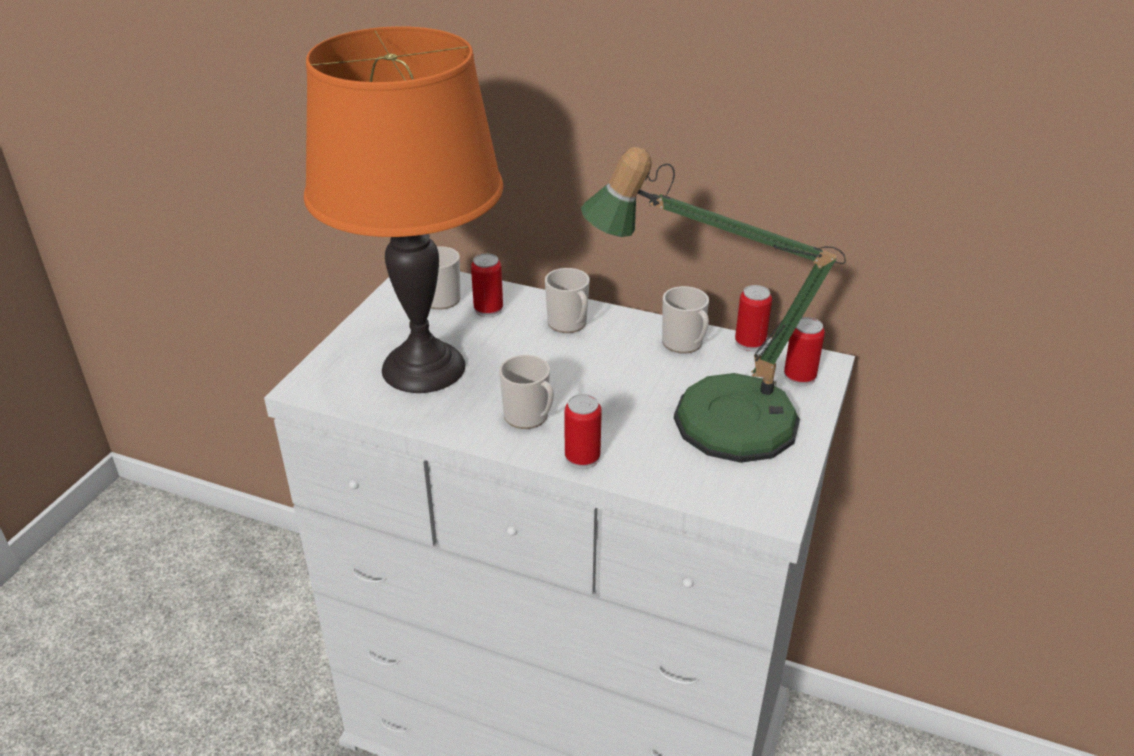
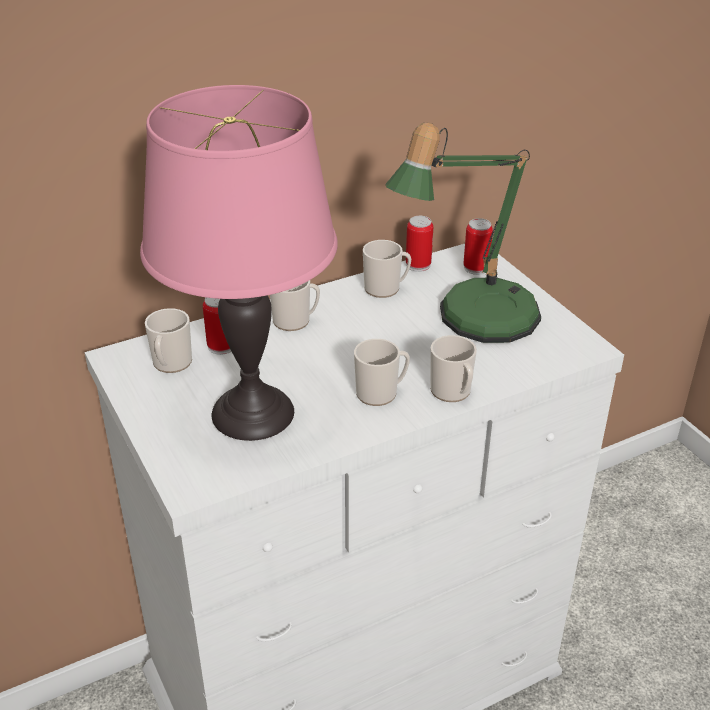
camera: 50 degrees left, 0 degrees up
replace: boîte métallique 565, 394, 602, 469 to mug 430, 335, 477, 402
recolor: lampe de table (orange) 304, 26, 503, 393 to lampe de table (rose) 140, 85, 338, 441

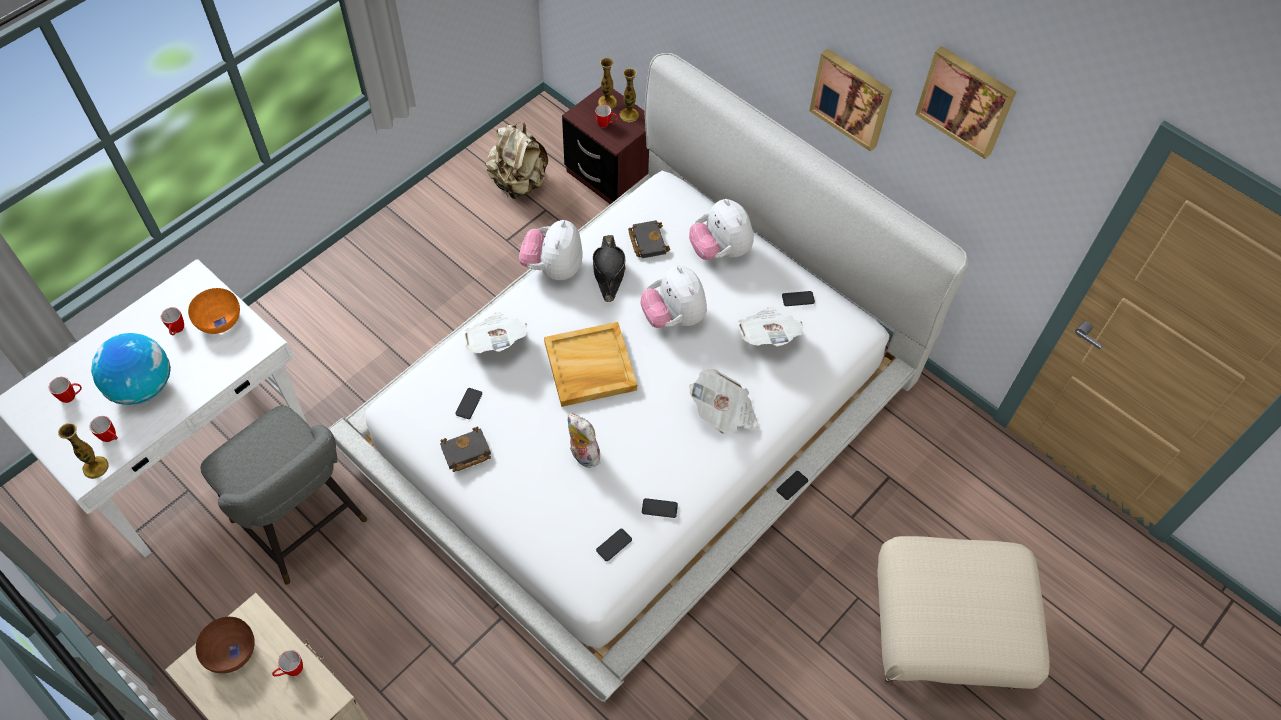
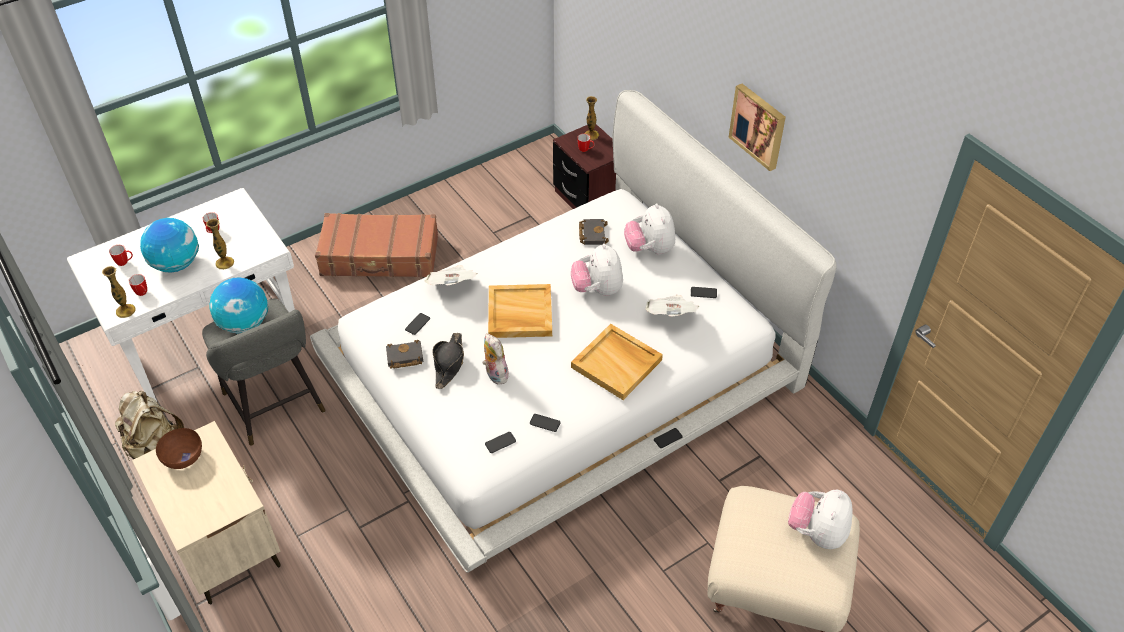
camera: 15 degrees right, 10 degrees down
delete: tableau 915, 46, 1016, 159; bol (orange) 188, 288, 240, 334; mug 272, 650, 303, 677
insert: valise (marron) 315, 213, 438, 277; globe 209, 277, 268, 333
move: vase 619, 68, 639, 122 to 206, 219, 234, 270; sac à dos (beige) 485, 122, 548, 199 to 115, 391, 184, 460; peluche 519, 220, 583, 280 to 788, 490, 853, 549; chapeau (noir) 593, 235, 626, 302 to 432, 333, 464, 389
replace: journal 689, 369, 758, 434 to plateau (beige) 571, 324, 663, 400

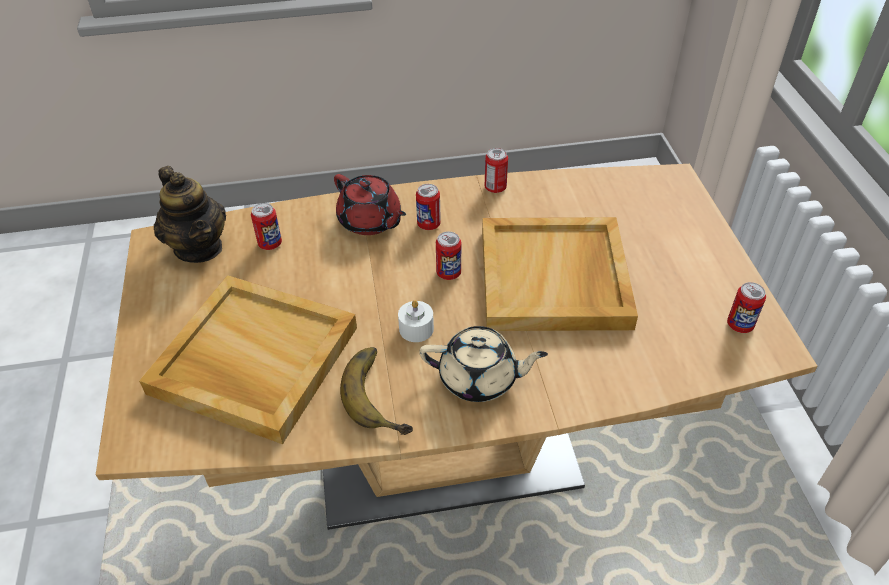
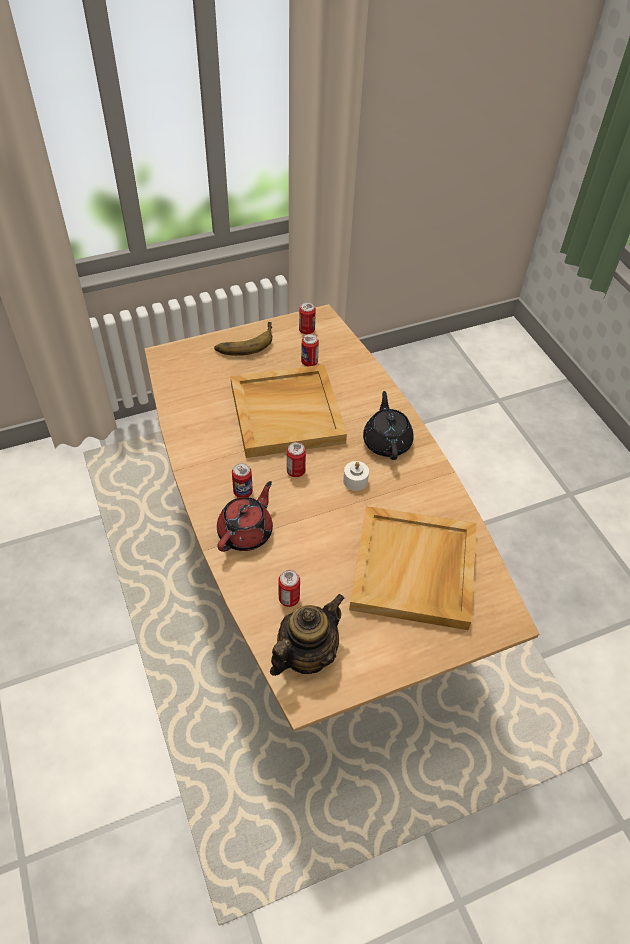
camera: 105 degrees left, 5 degrees up
move: boîte métallique 485, 148, 508, 193 to 301, 334, 319, 366; banane 340, 347, 413, 435 to 214, 322, 272, 356
recolor: théière (beige) 419, 326, 548, 402 to théière (noir) 363, 391, 414, 460

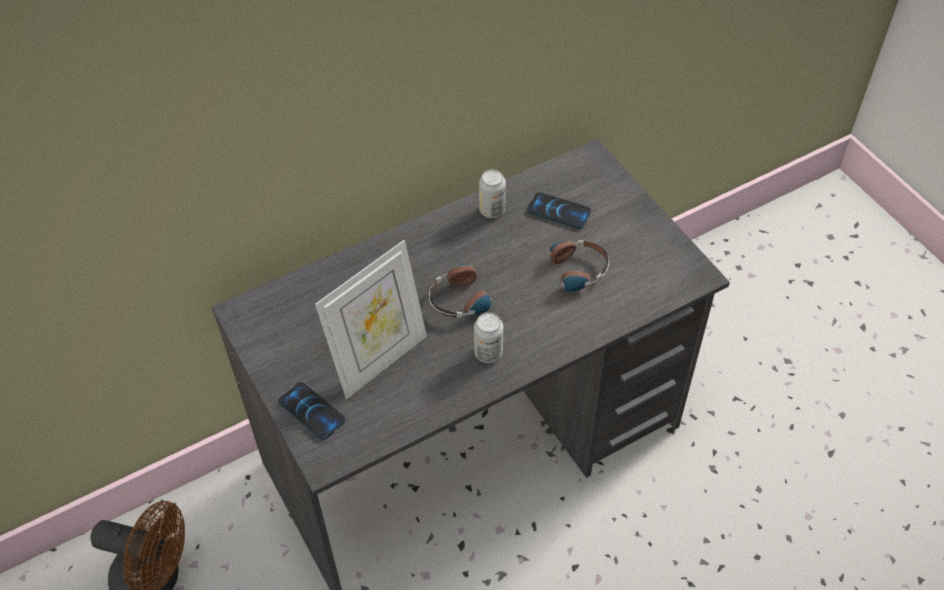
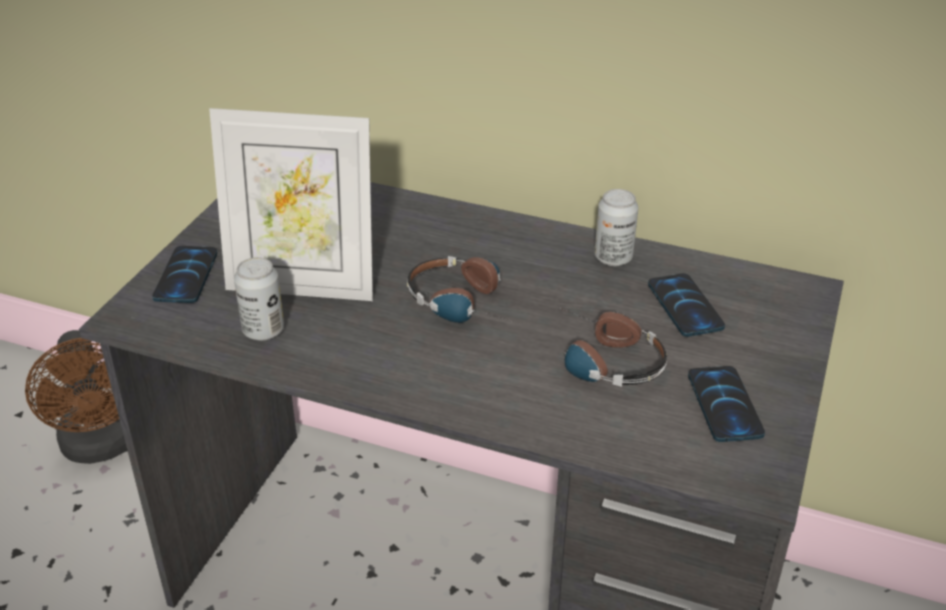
camera: 50 degrees right, 15 degrees down
insert: téléphone 688, 366, 765, 442
move: boîte métallique 474, 313, 503, 363 to 234, 257, 284, 340

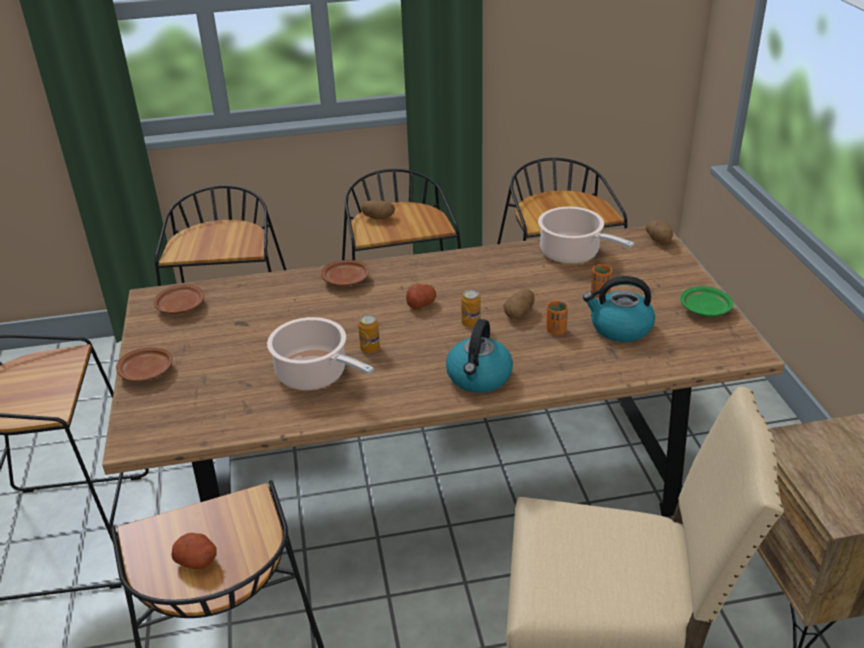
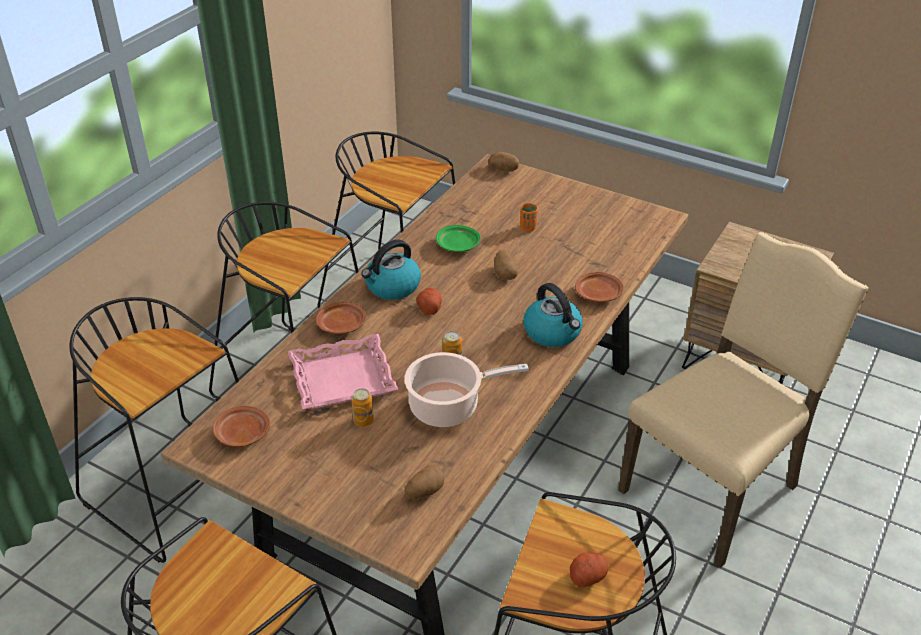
camera: 50 degrees left, 5 degrees up
delete: marmite 538, 207, 634, 264; tasse (orange) 546, 301, 568, 335
insert: plateau (rose) 288, 334, 399, 409
move: pomme de terre 361, 200, 395, 219 to 405, 465, 444, 499; bouilloire 583, 276, 655, 342 to 361, 239, 421, 300; assiette (vert) 680, 286, 733, 317 to 436, 225, 481, 252; boîte métallique 461, 290, 481, 327 to 352, 388, 374, 427; assiette (marron) 116, 347, 172, 381 to 575, 272, 624, 302

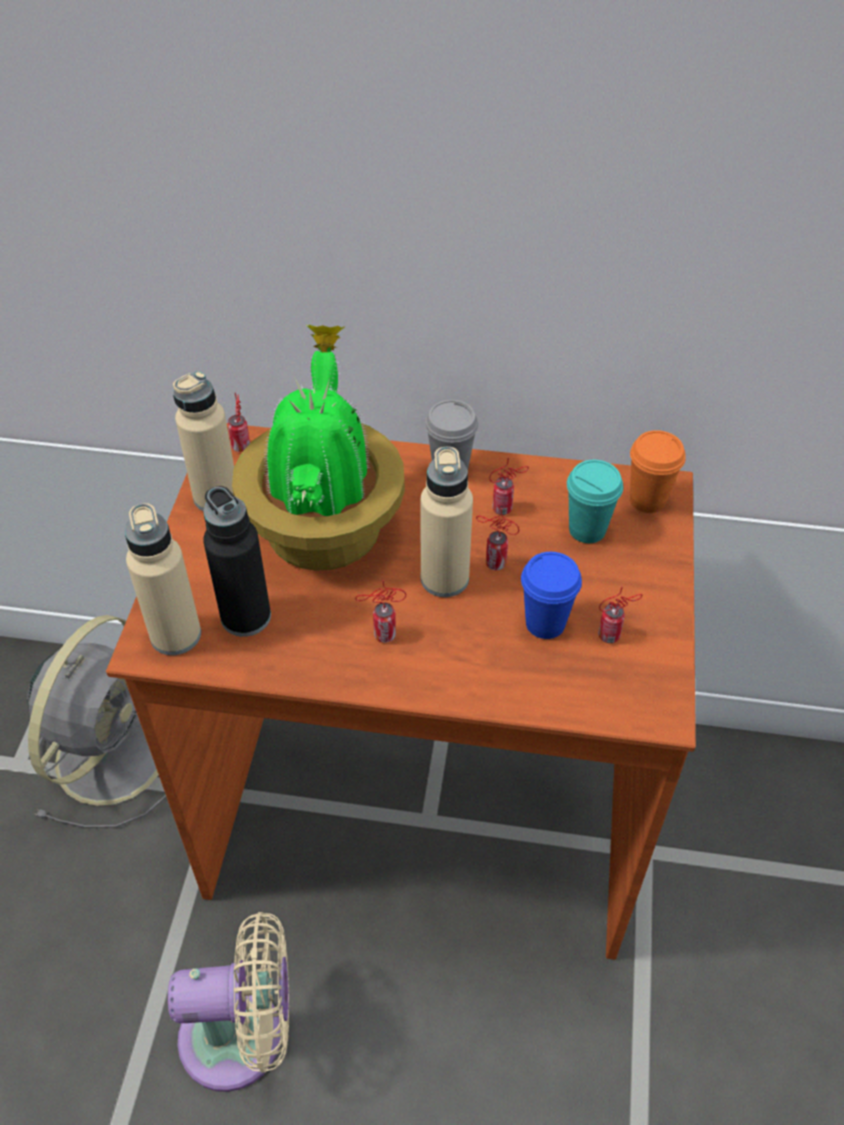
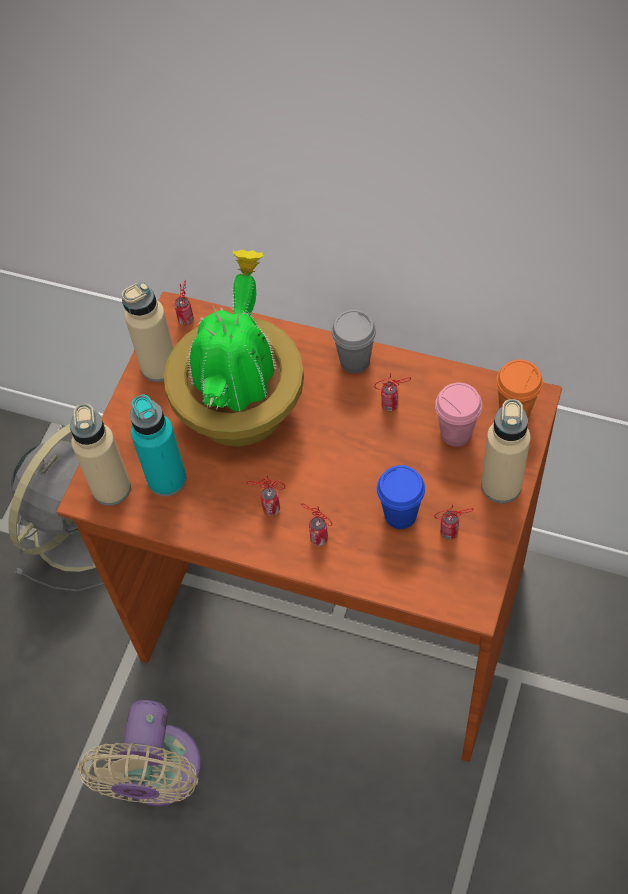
camera: 15 degrees right, 10 degrees up
move: bouteille (beige) 421, 447, 473, 597 to 481, 399, 531, 503; boîte métallique 476, 508, 519, 570 to 301, 503, 332, 546
recolor: tasse (turquoise) 567, 460, 623, 543 to tasse (rose) 435, 383, 482, 447; bouteille (noir) 203, 486, 271, 637 to bouteille (turquoise) 130, 394, 187, 496
rotate: ventilateur (beige) 168, 912, 289, 1092 = 78, 700, 201, 806 90 degrees clockwise

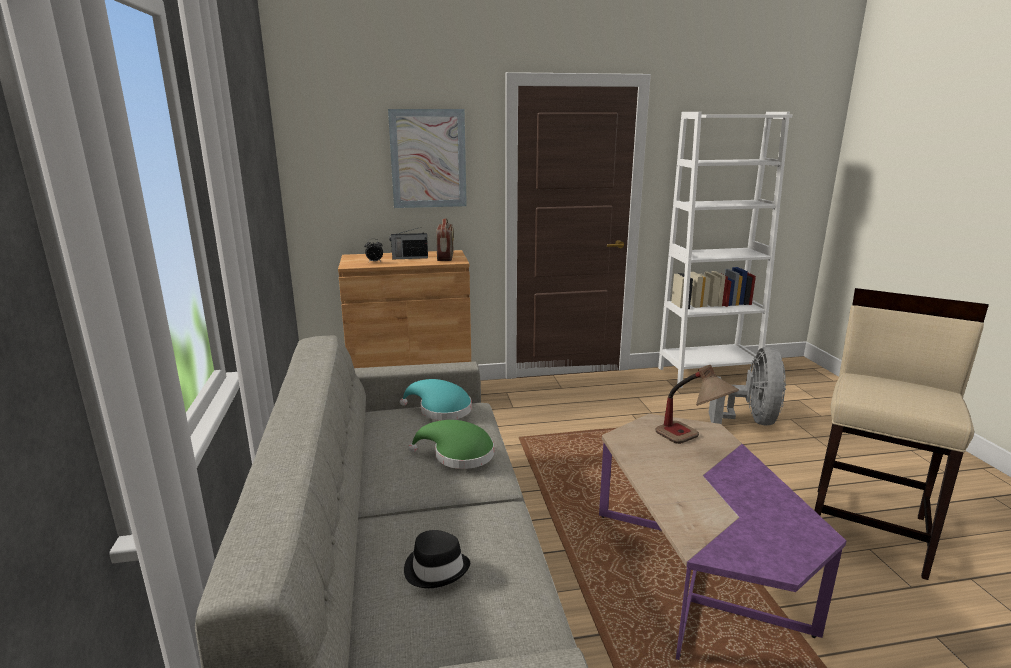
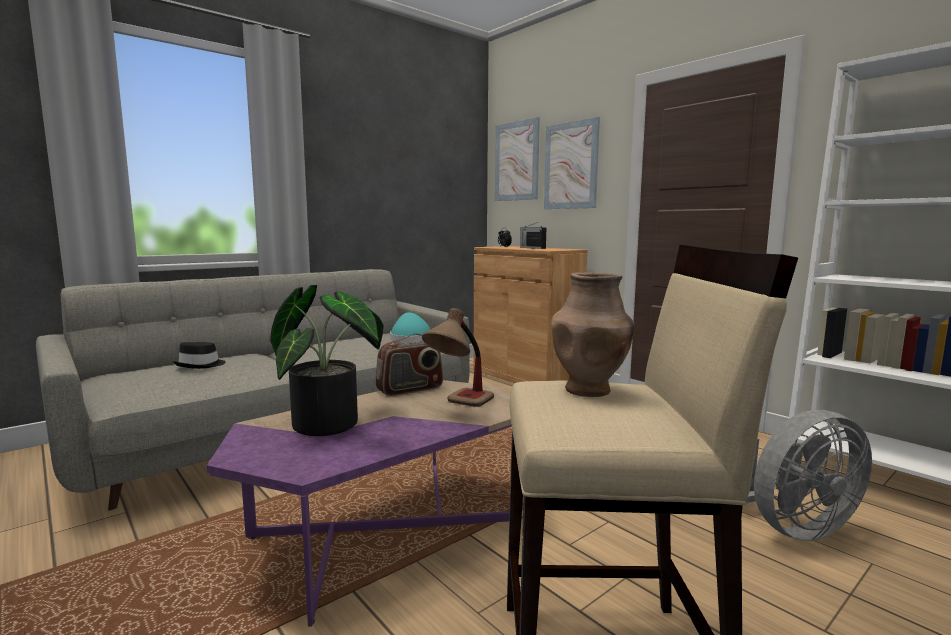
camera: 60 degrees right, 10 degrees down
delete: chapeau (vert) 408, 420, 494, 469
insert: tableau 495, 117, 540, 201; vase (marron) 551, 272, 635, 397; plante en pot 270, 285, 384, 436
move: radio 436, 218, 454, 261 to 376, 333, 443, 396

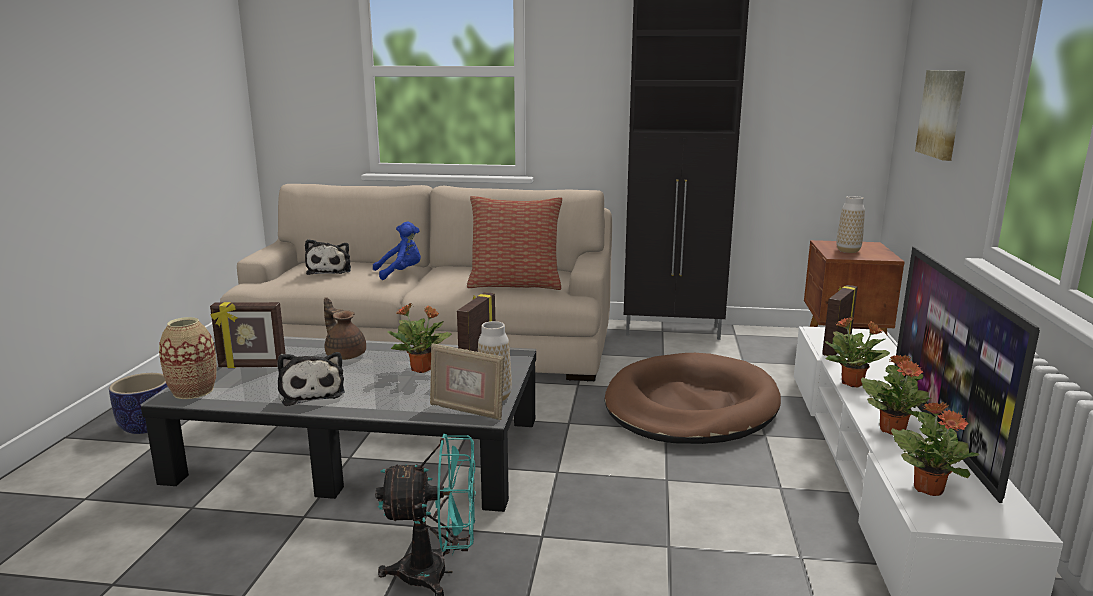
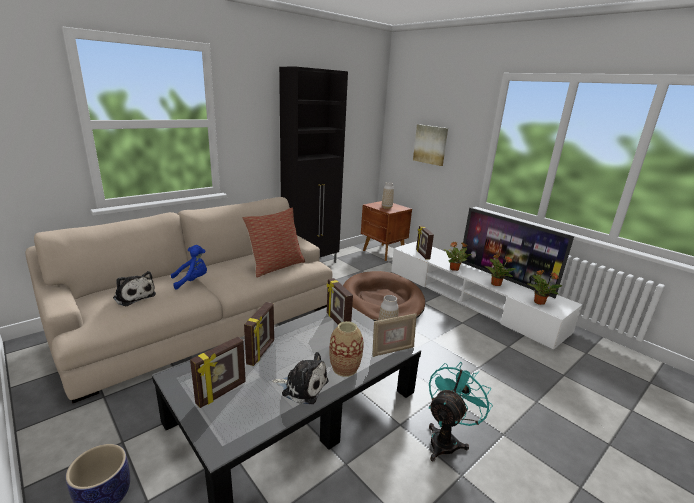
camera: 50 degrees left, 5 degrees up
delete: plante en pot 387, 303, 451, 373
move: vase 159, 317, 217, 399 to 329, 321, 364, 377
replace: théière (marron) 324, 297, 366, 360 to cadre photo 244, 302, 274, 366
rotate: peluche (bleu) 373, 221, 421, 280 = 171, 245, 207, 289 45 degrees clockwise

